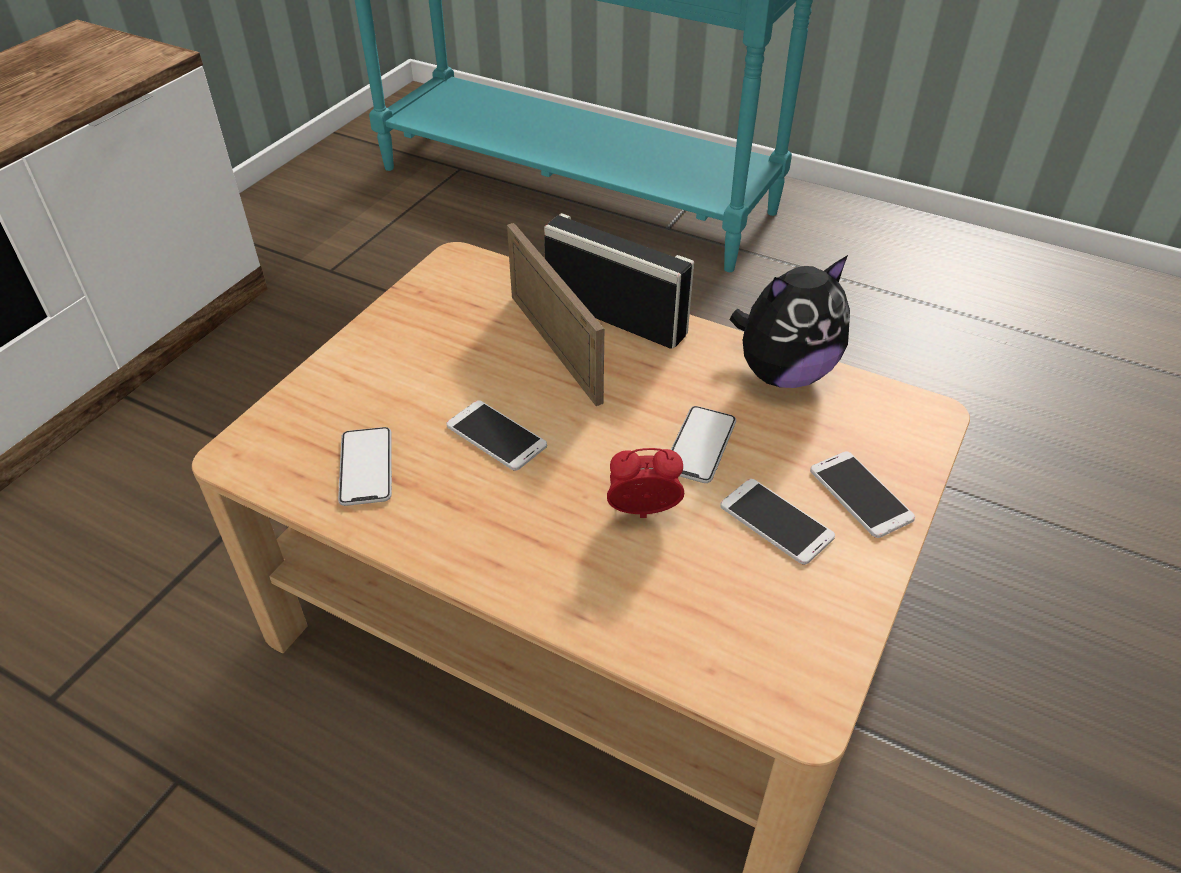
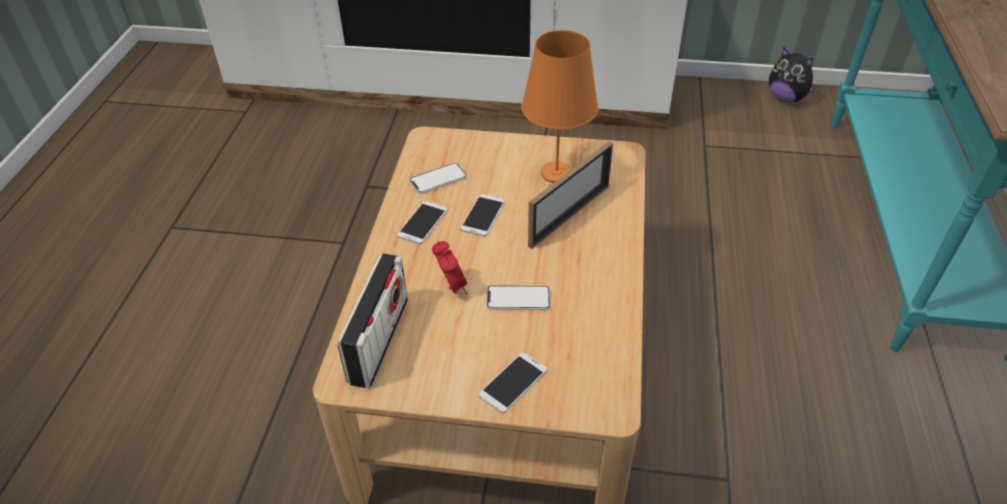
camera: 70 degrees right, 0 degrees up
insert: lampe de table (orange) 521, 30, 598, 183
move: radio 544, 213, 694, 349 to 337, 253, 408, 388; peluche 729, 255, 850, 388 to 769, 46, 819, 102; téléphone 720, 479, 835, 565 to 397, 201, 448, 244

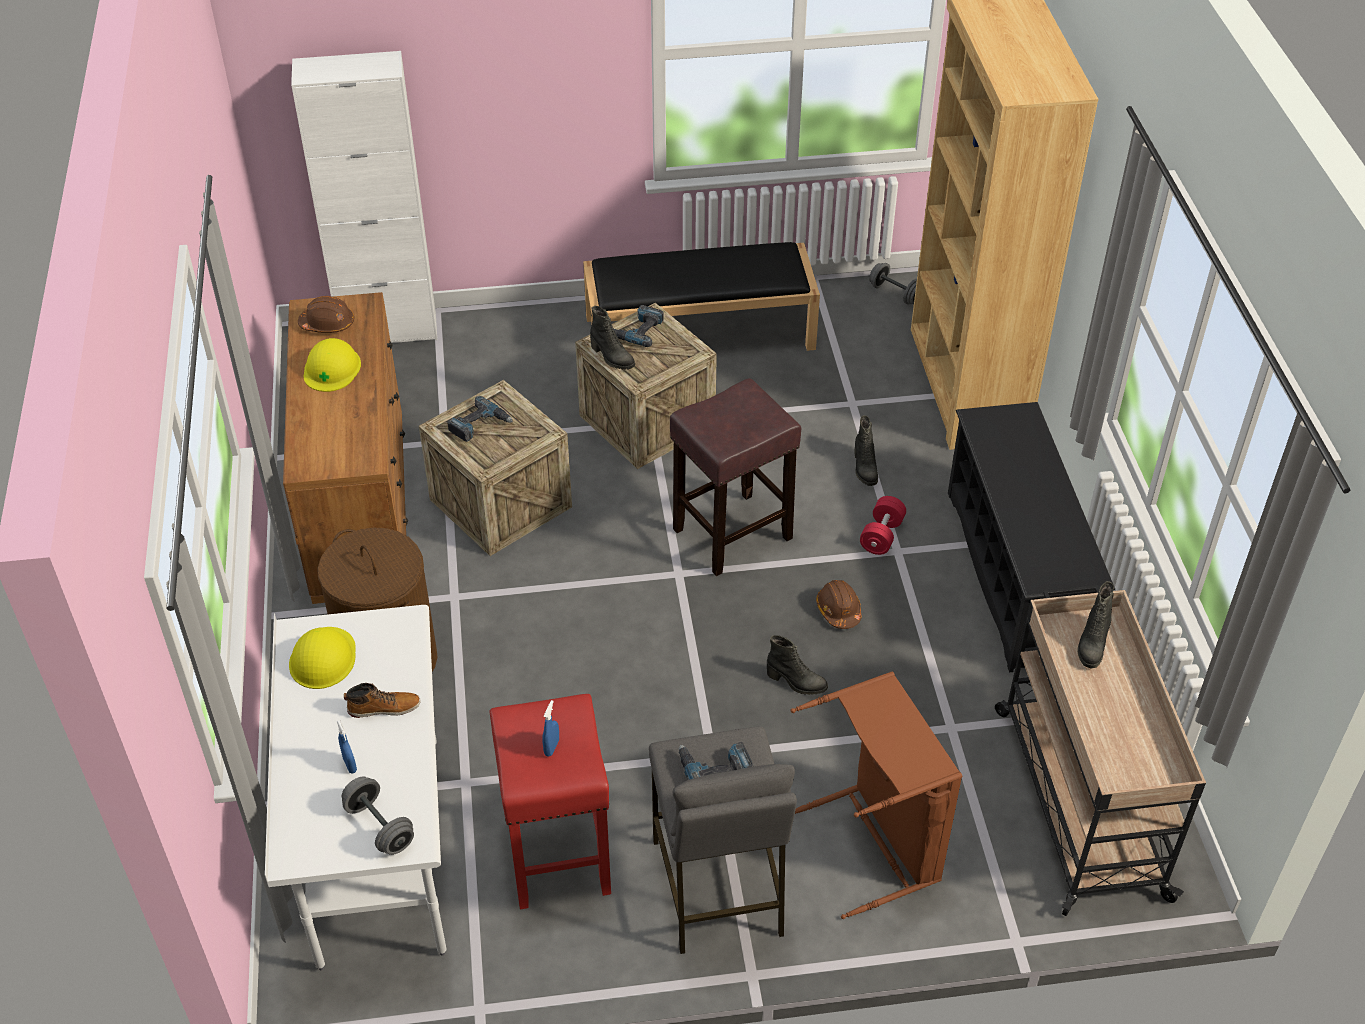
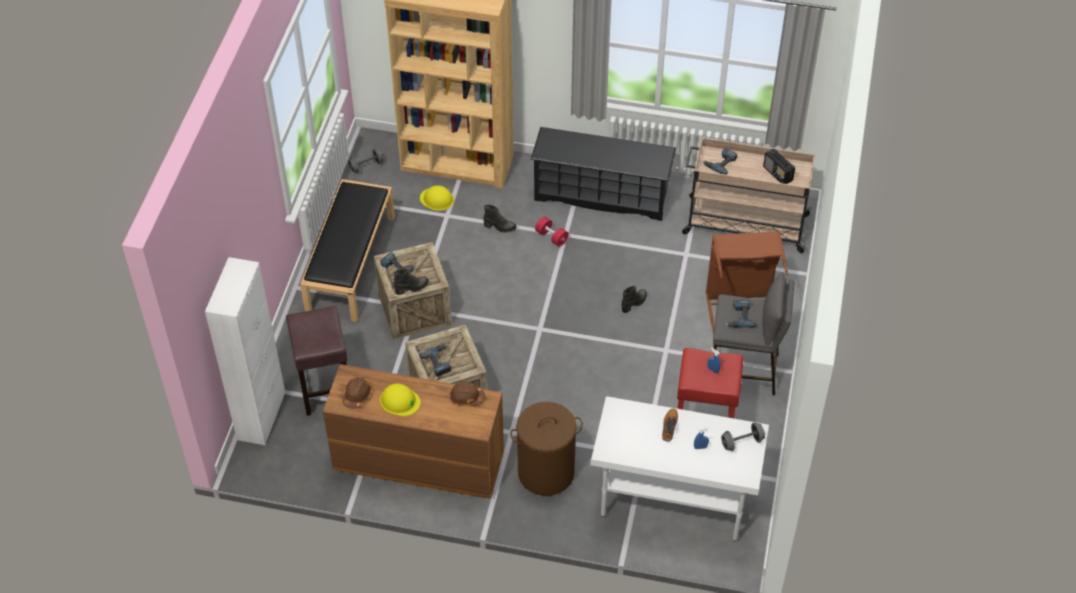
camera: 70 degrees left, 5 degrees up
insert: radio 763, 149, 795, 184
move: tabouret (marron) 670, 378, 801, 576 to 286, 306, 347, 416; casque de chantier (marron) 816, 580, 862, 629 to 449, 382, 485, 406; casque de chantier (jaune) 289, 627, 356, 689 to 420, 185, 454, 211
replace: botte (noir) 1077, 581, 1114, 669 to perceuse 702, 148, 737, 175

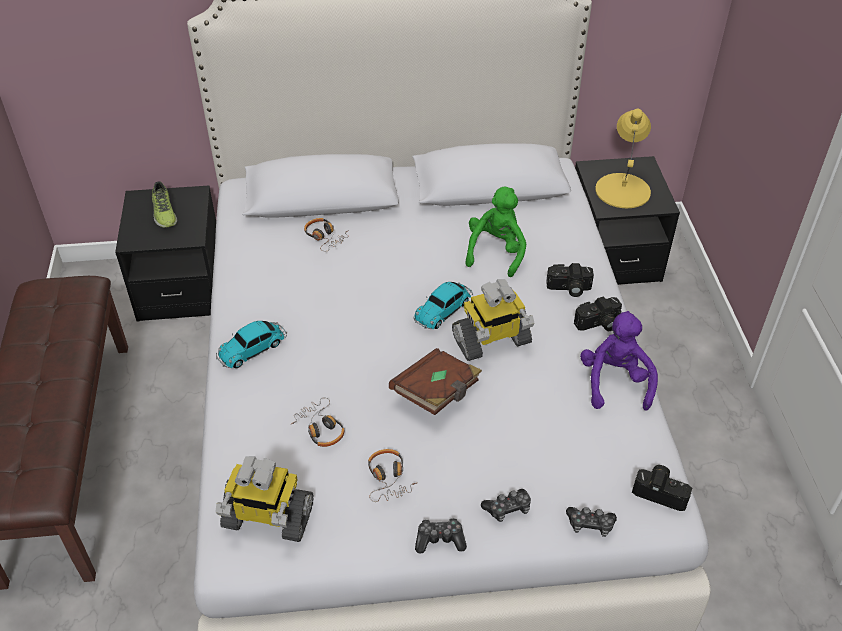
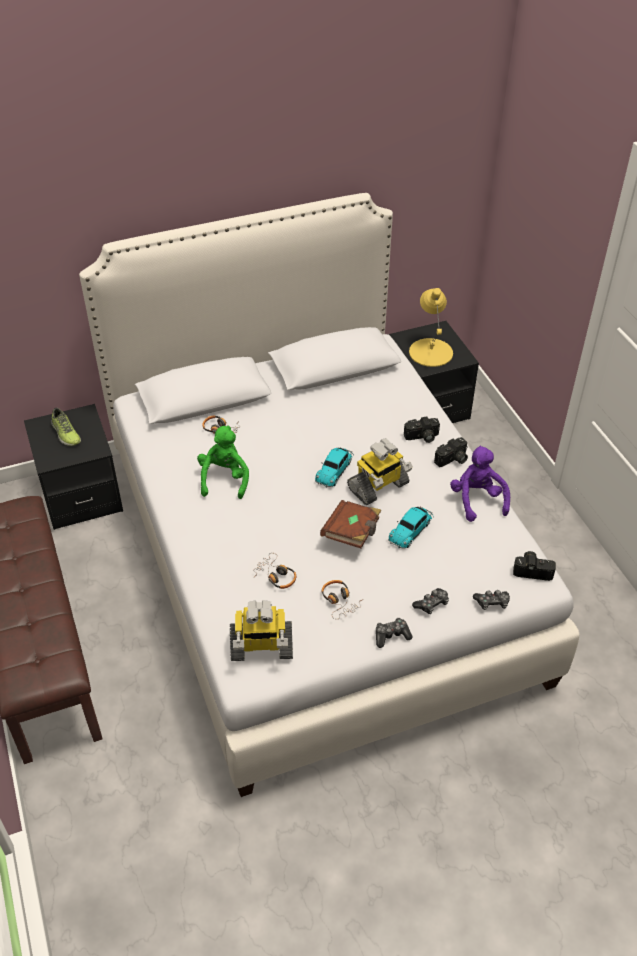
camera: 15 degrees left, 0 degrees up
move: peluche (vert) 465, 187, 527, 277 to 197, 426, 249, 499; petite voiture 216, 321, 287, 368 to 388, 506, 433, 549

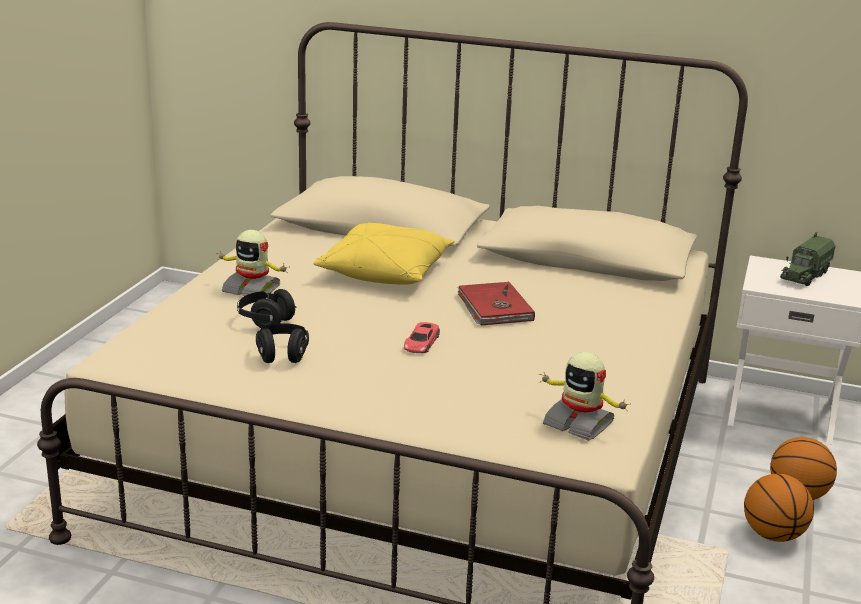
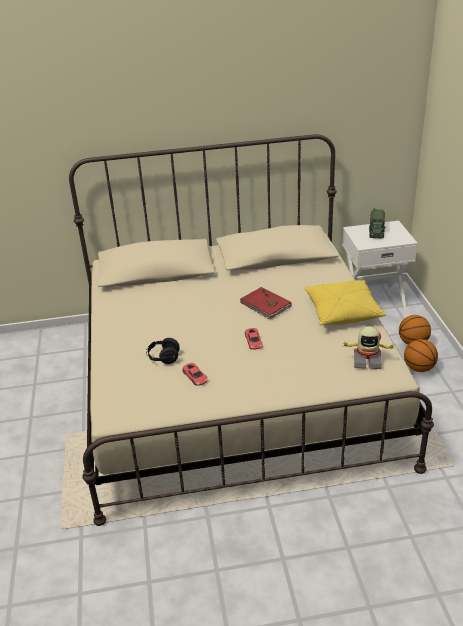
camera: 25 degrees left, 10 degrees up
delete: robot jouet 216, 230, 288, 296
move: coussin (jaune) 313, 223, 455, 285 to 304, 280, 386, 325
replace: casque audio (noir) 256, 323, 309, 363 to petite voiture (rouge) 182, 363, 208, 386

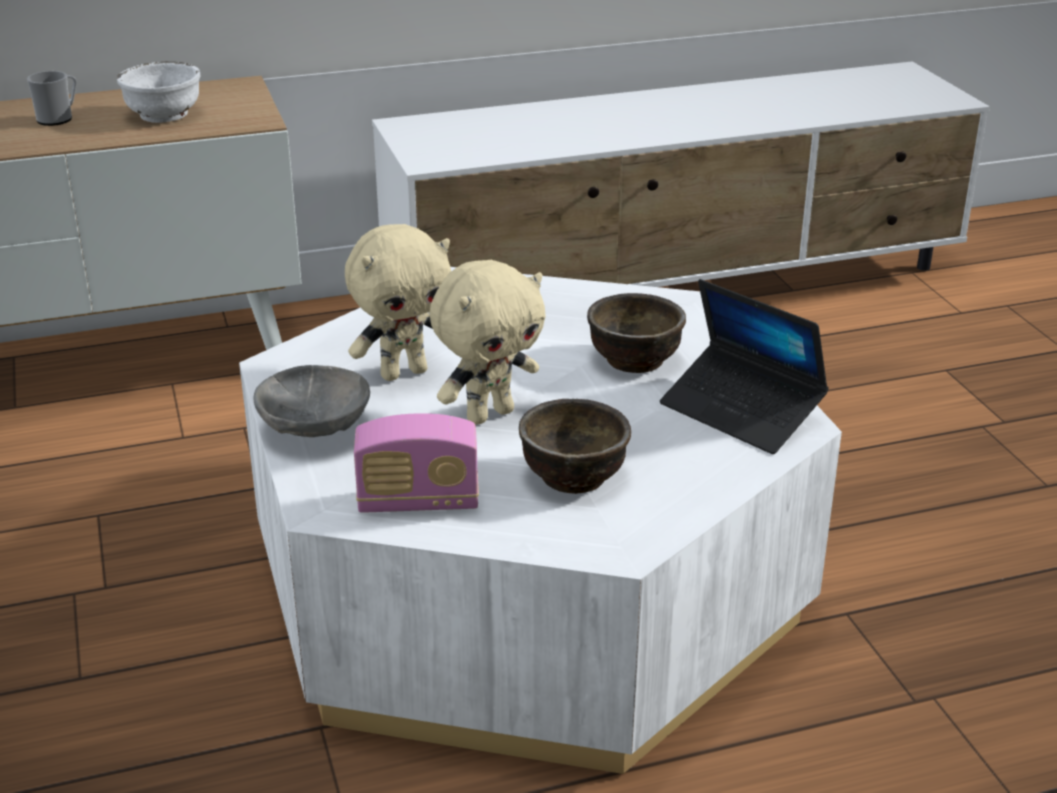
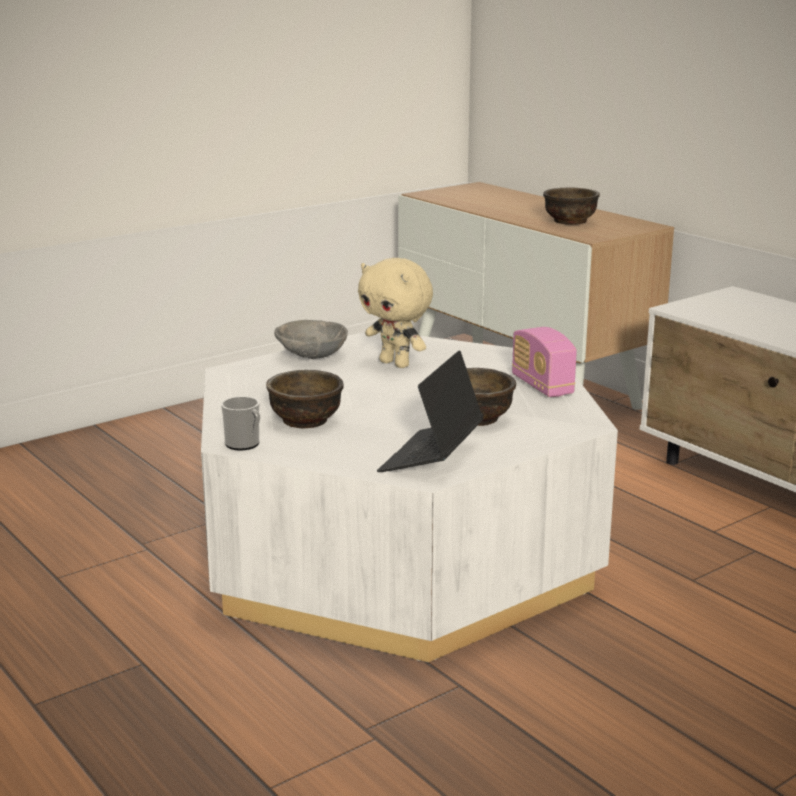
camera: 70 degrees right, 10 degrees down
delete: peluche (beige) 430, 260, 546, 425
move: mug 27, 71, 77, 126 to 221, 396, 260, 450; radio 354, 413, 479, 513 to 512, 327, 577, 397
recolor: bol (blanc) 117, 62, 200, 123 to bol (marron) 543, 188, 600, 225

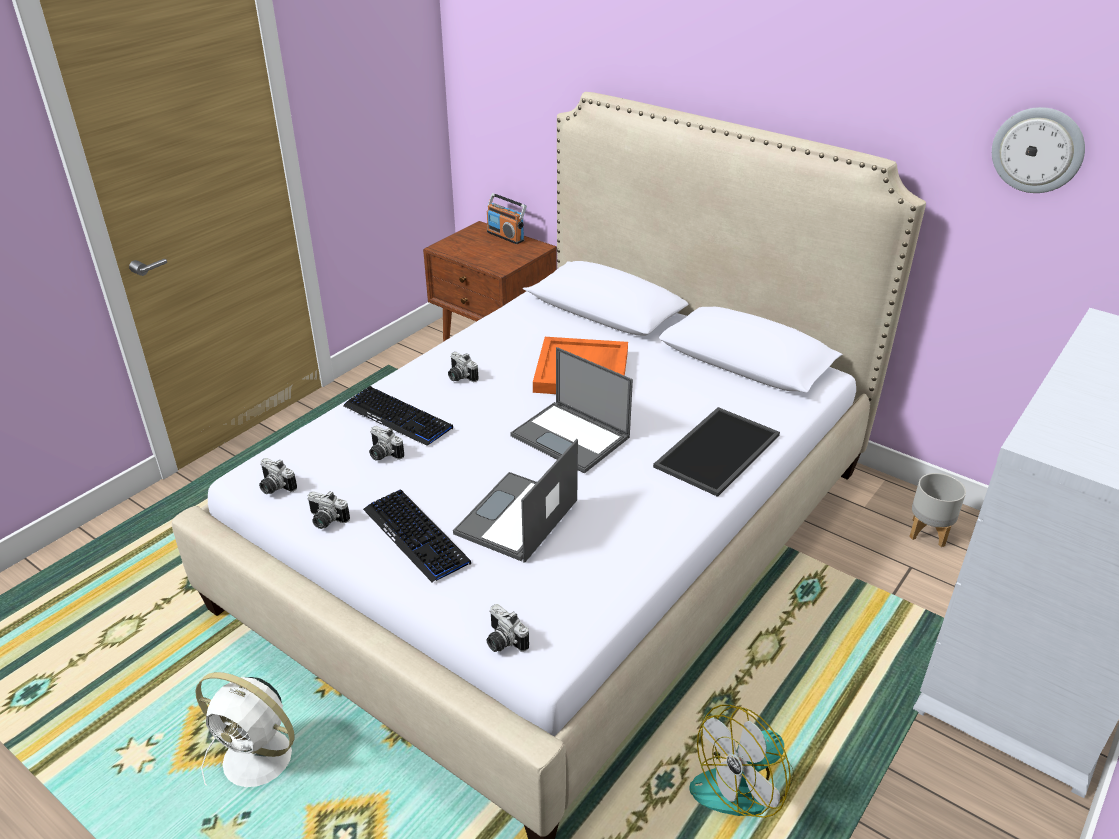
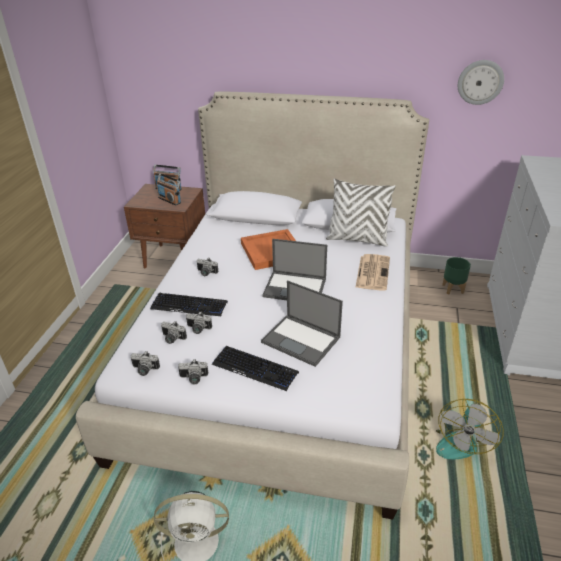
camera: 25 degrees left, 0 degrees up
insert: radio 157, 173, 181, 205; coussin (blanc) 326, 178, 396, 247
move: appareil photo 486, 604, 529, 652 to 161, 321, 187, 344
replace: plateau 653, 407, 780, 497 to journal 355, 254, 390, 291
recolor: cache-pot (gris) 909, 473, 966, 547 to cache-pot (vert) 442, 257, 471, 295
rotate: ordinateur portable 453, 439, 578, 563 = 261, 280, 343, 367 60 degrees counterclockwise

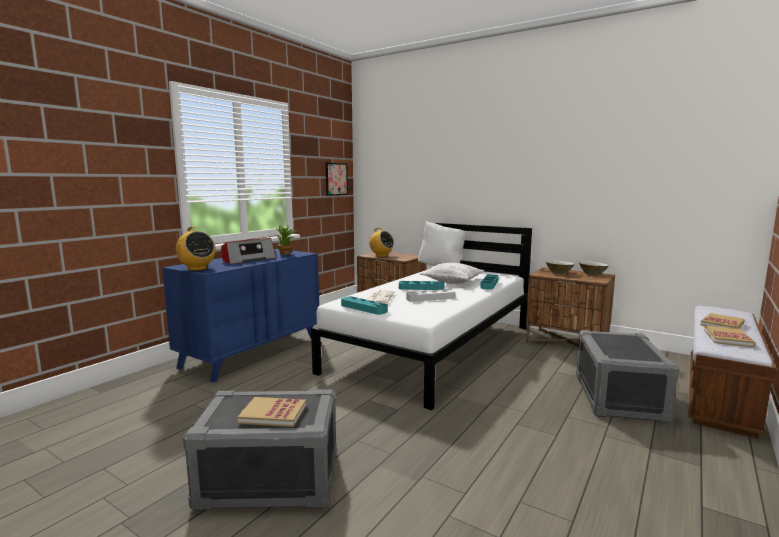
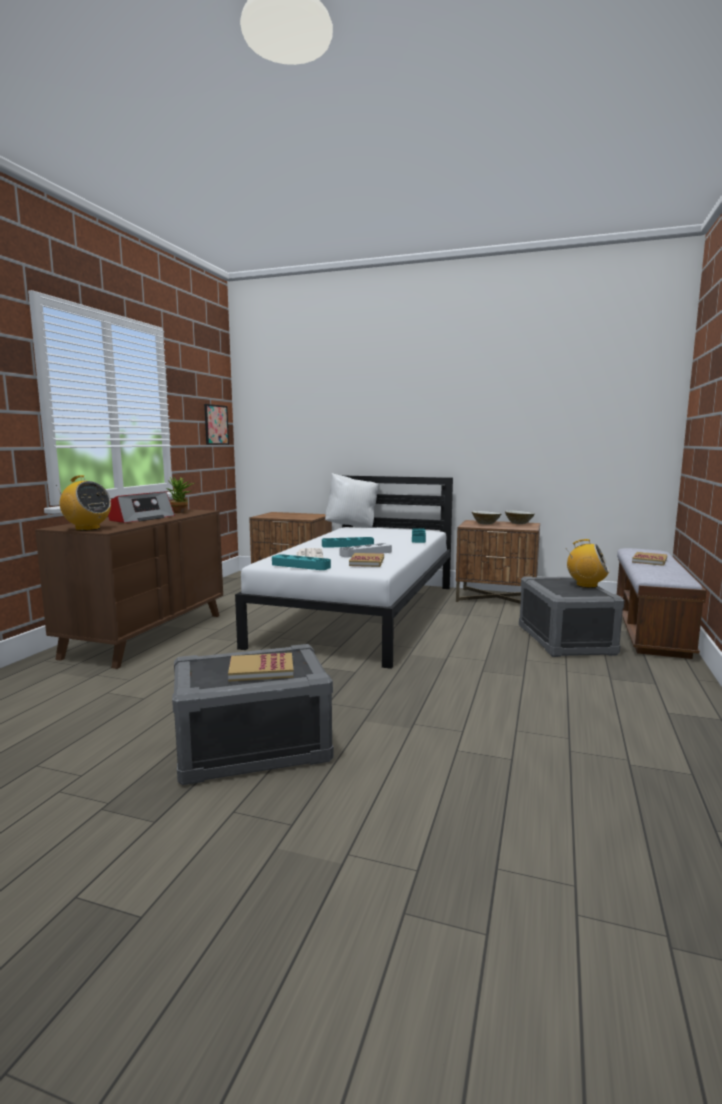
camera: 15 degrees left, 0 degrees up
delete: coussin 420, 263, 484, 284
move: radio 369, 228, 394, 257 to 566, 539, 610, 588; livre 704, 325, 755, 347 to 349, 553, 384, 567
recolor: commode (bleu) 162, 249, 319, 382 to commode (marron) 35, 509, 223, 669

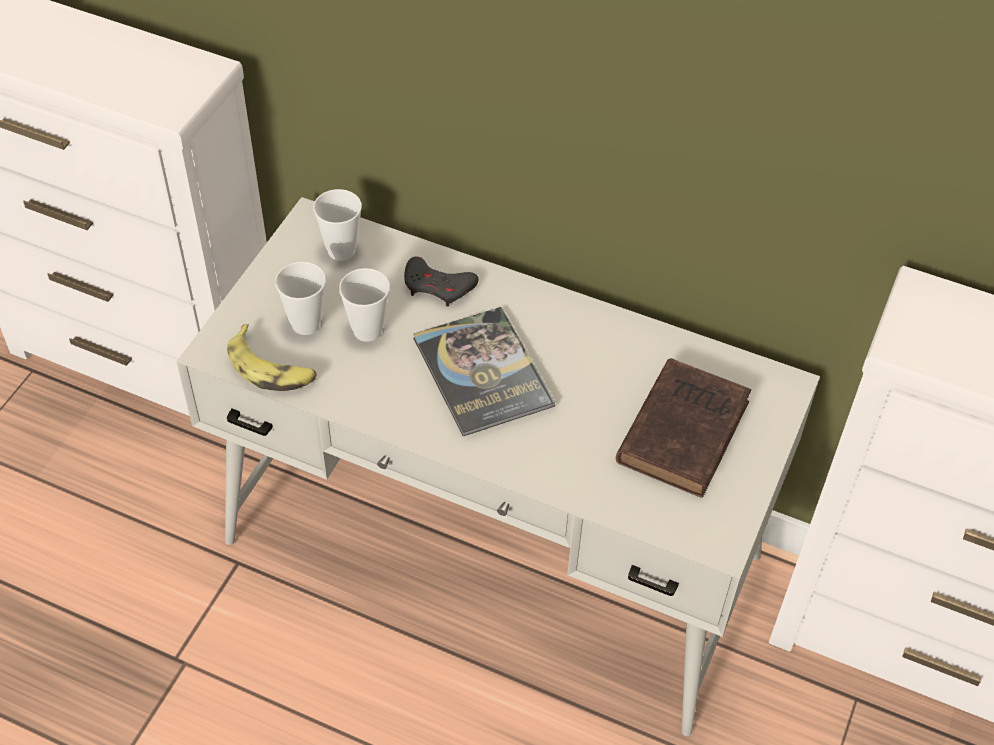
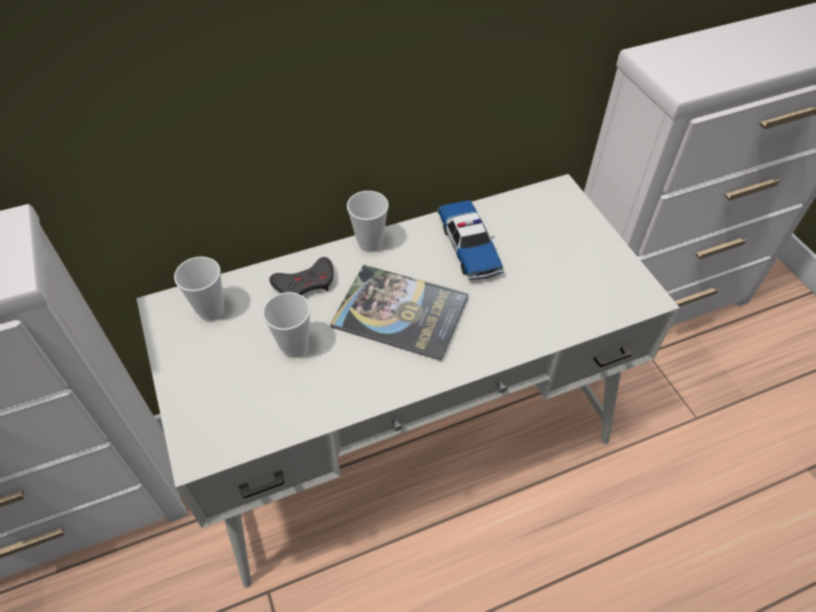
camera: 45 degrees left, 0 degrees up
delete: banane 227, 324, 317, 391; livre (marron) 616, 358, 752, 498
insert: petite voiture 438, 200, 504, 280
move: tasse 275, 262, 326, 335 to 347, 191, 389, 252

